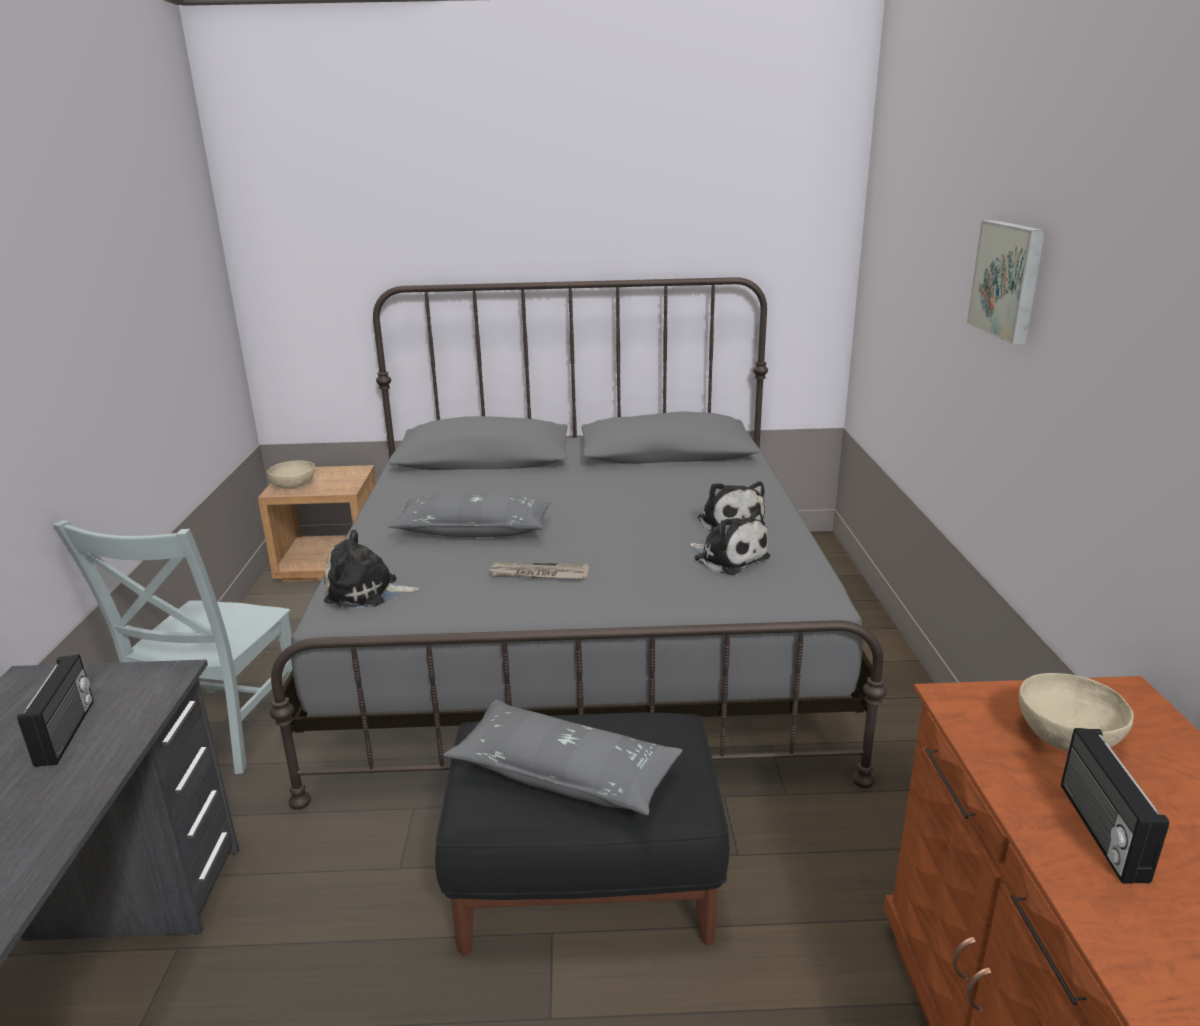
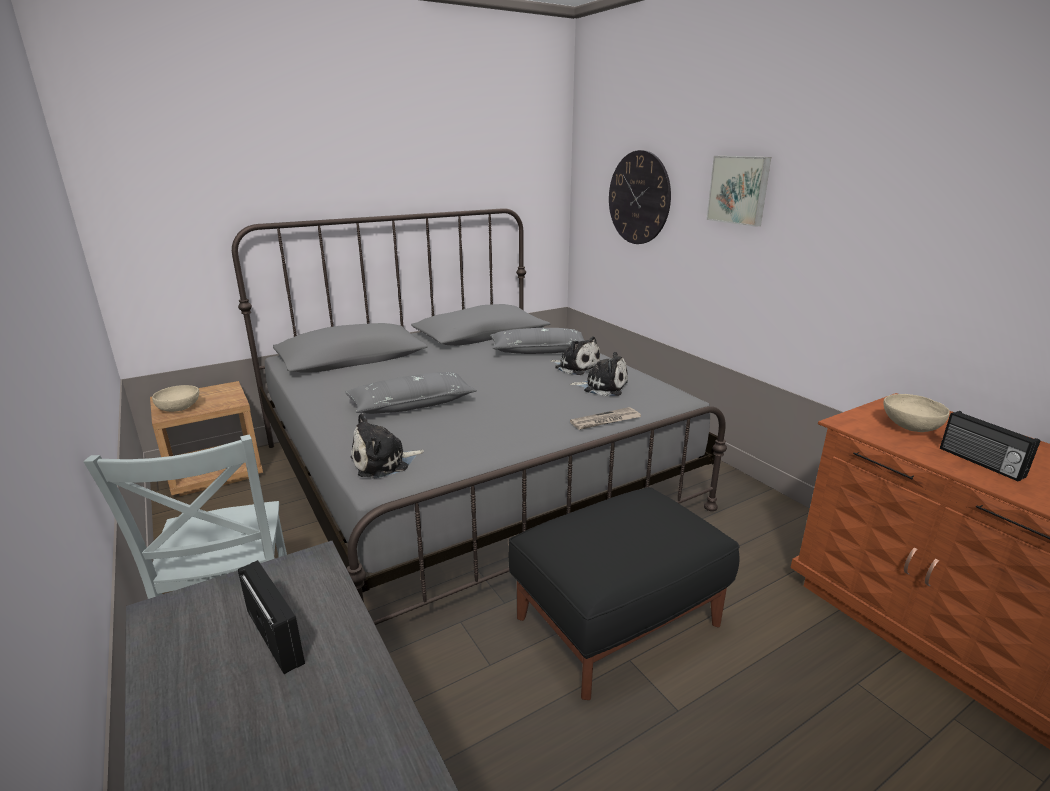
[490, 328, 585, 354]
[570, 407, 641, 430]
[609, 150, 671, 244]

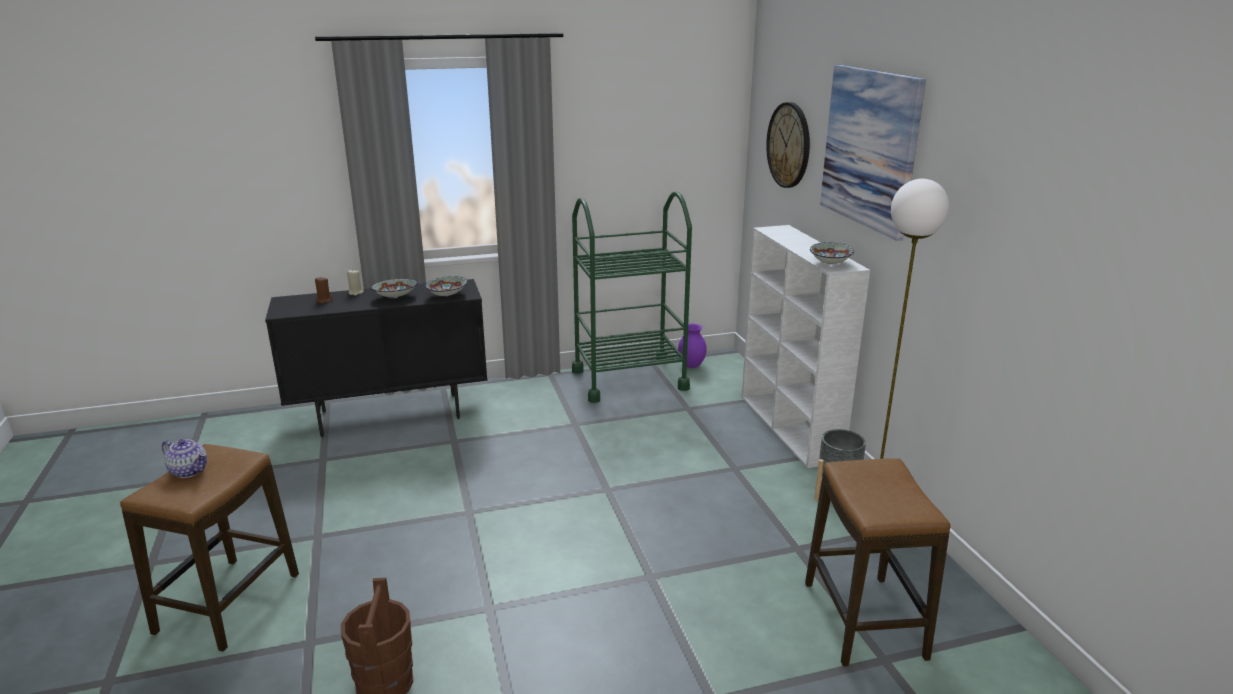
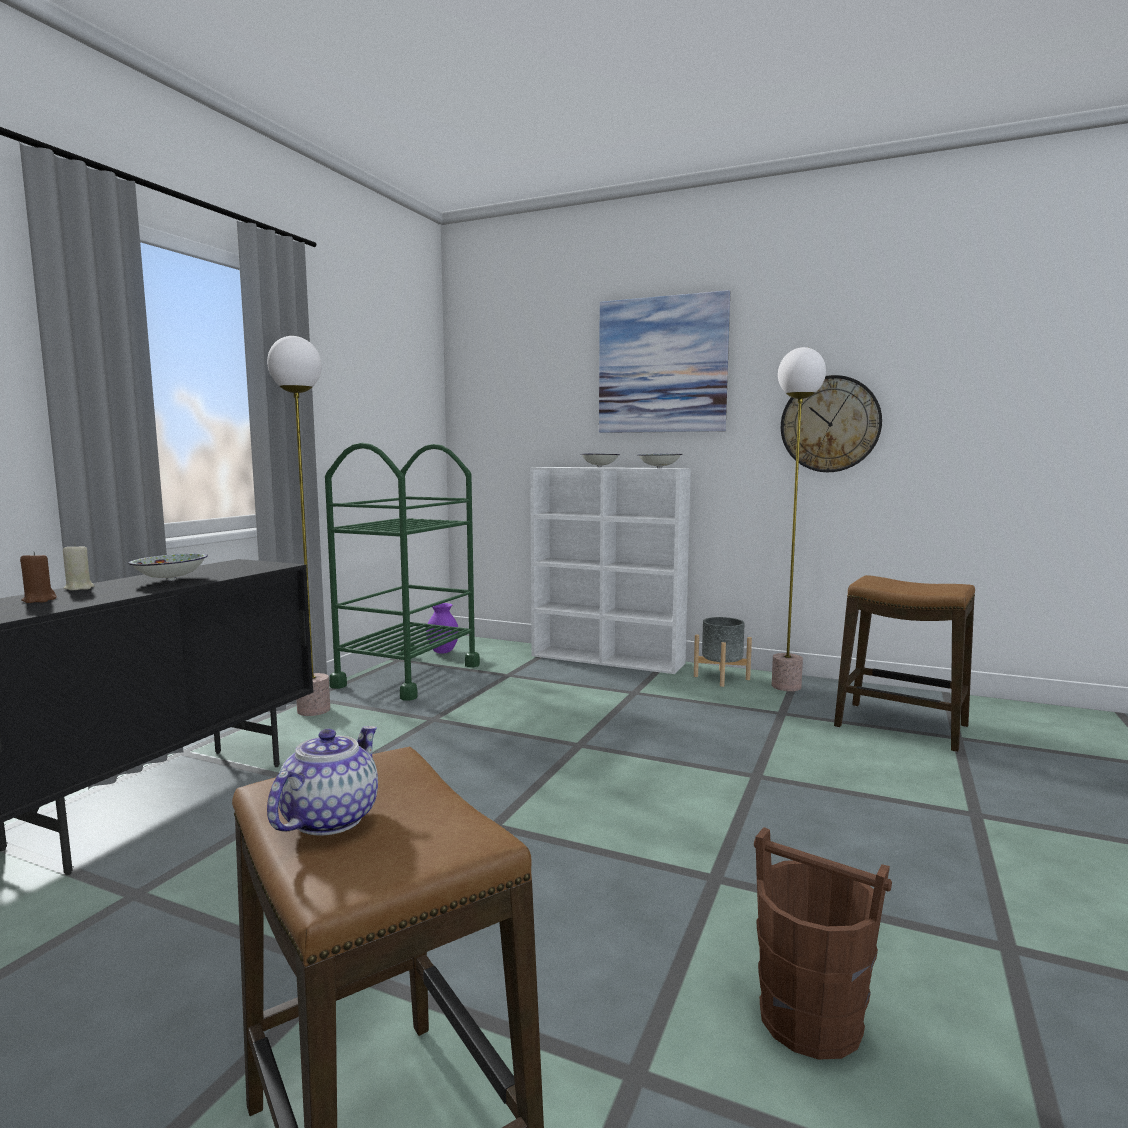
[267, 336, 330, 716]
[267, 726, 378, 835]
[581, 453, 620, 467]
[781, 375, 882, 472]

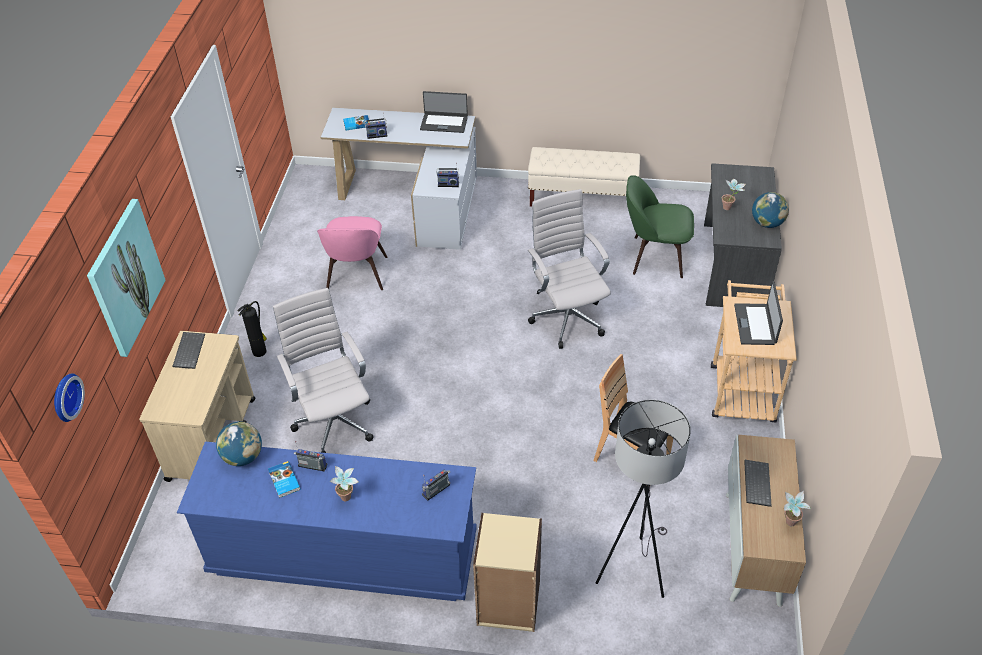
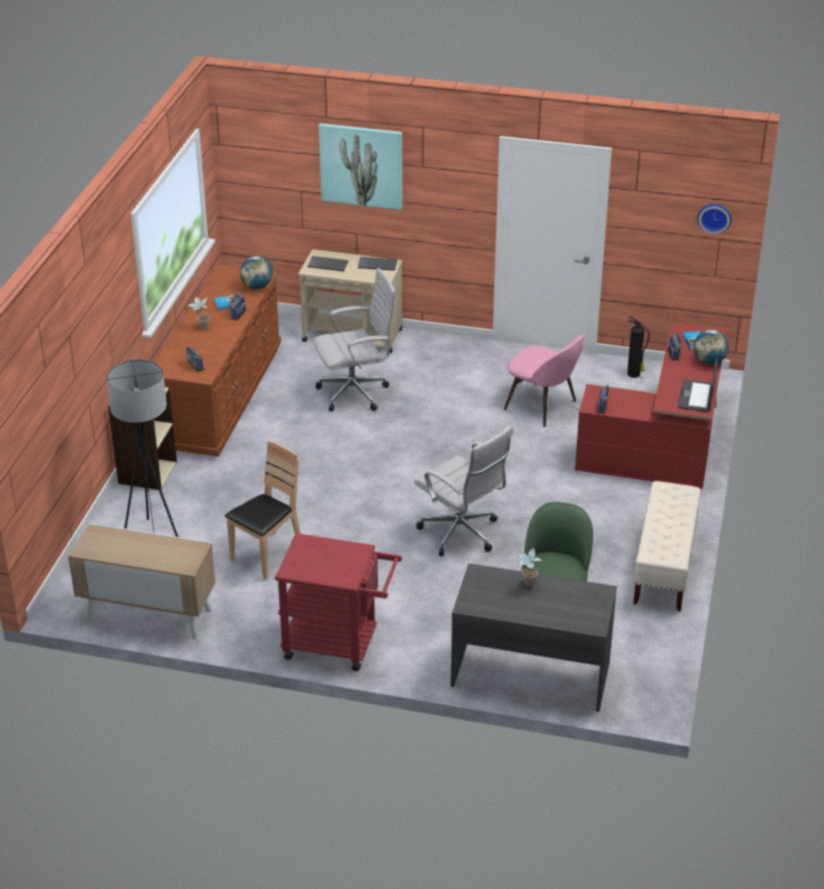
[154, 265, 281, 457]
[275, 533, 402, 671]
[308, 256, 348, 272]
[414, 425, 513, 556]
[504, 334, 585, 427]
[575, 322, 727, 489]
[627, 316, 650, 378]
[693, 329, 729, 365]
[697, 204, 732, 234]
[734, 281, 783, 345] (first image)
[784, 491, 811, 526] (first image)

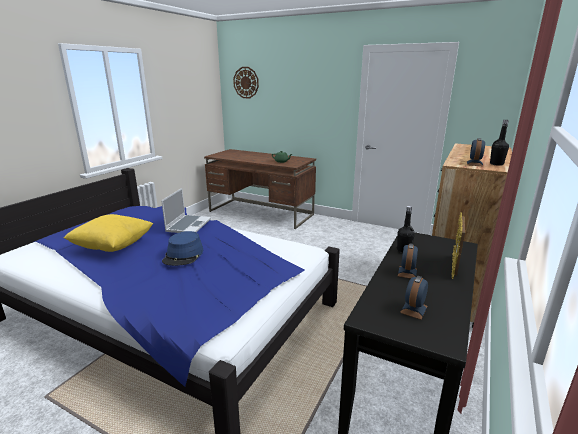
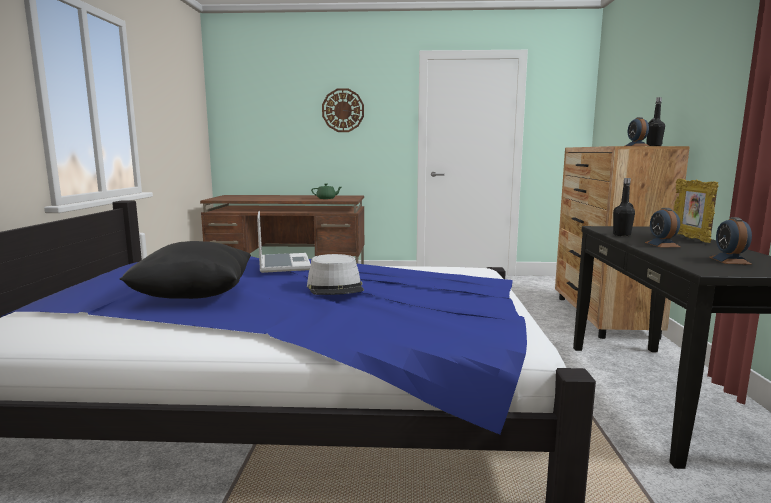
[119, 241, 251, 299]
[307, 254, 364, 295]
[322, 88, 364, 132]

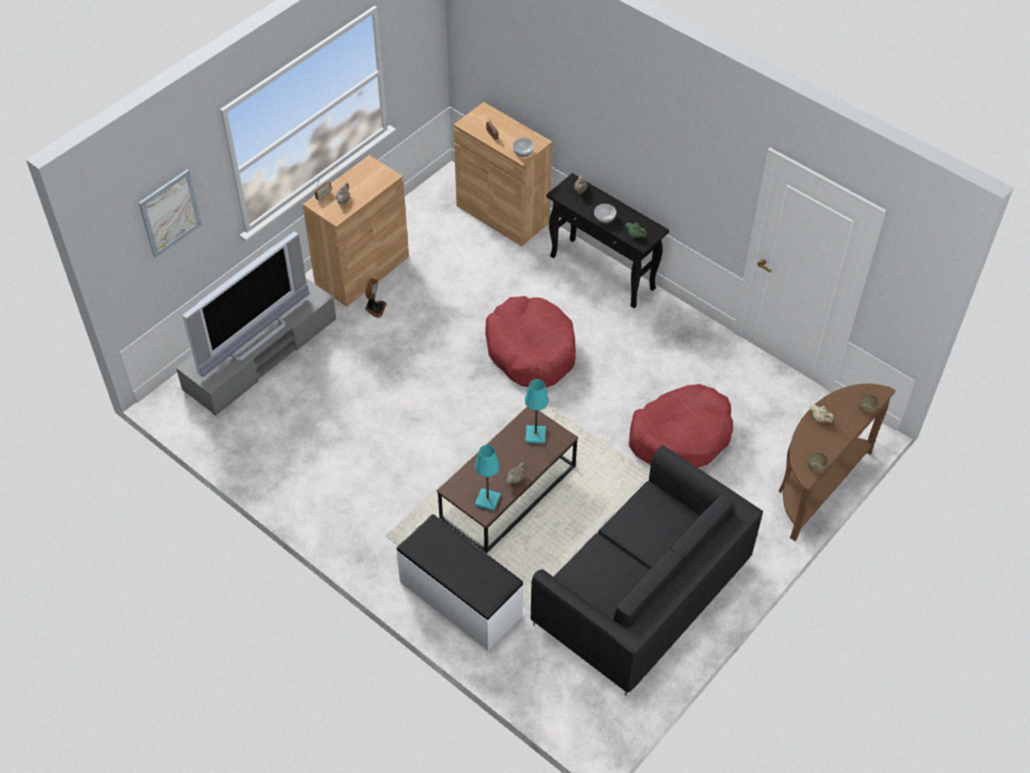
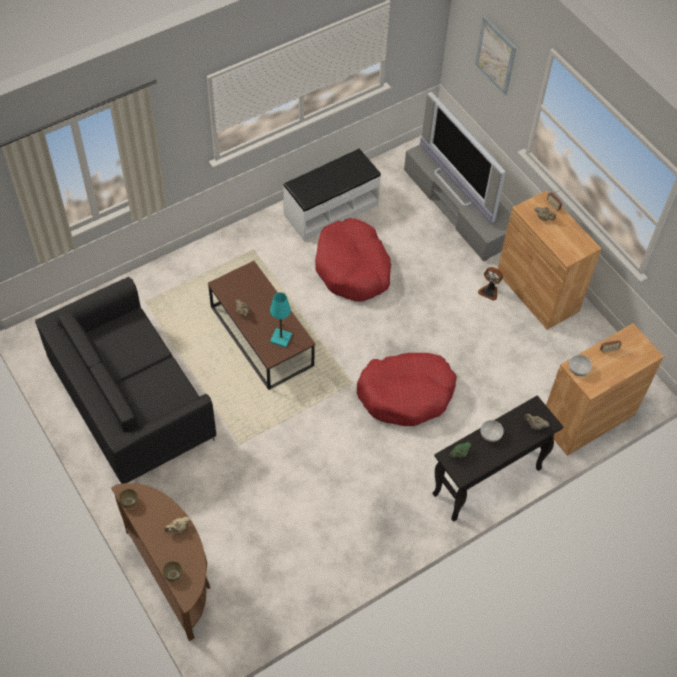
[283, 149, 381, 241]
[315, 218, 391, 302]
[475, 445, 501, 511] (first image)

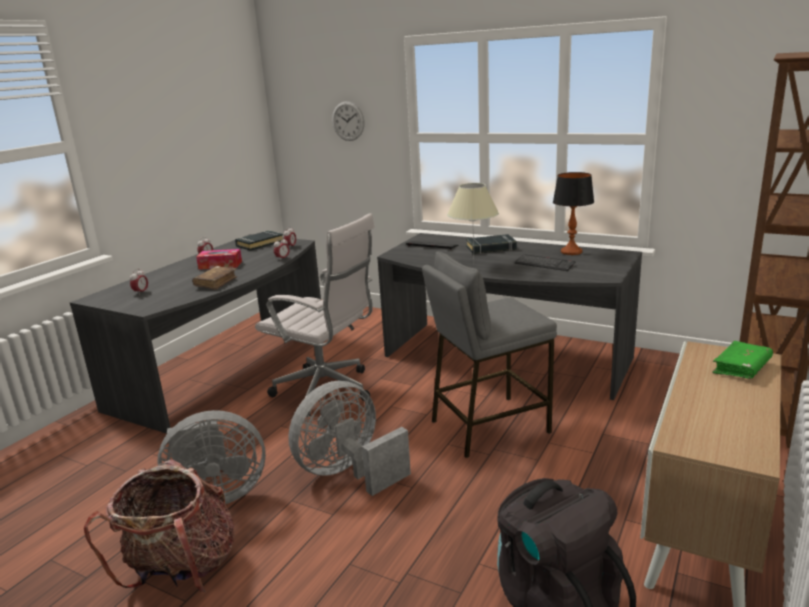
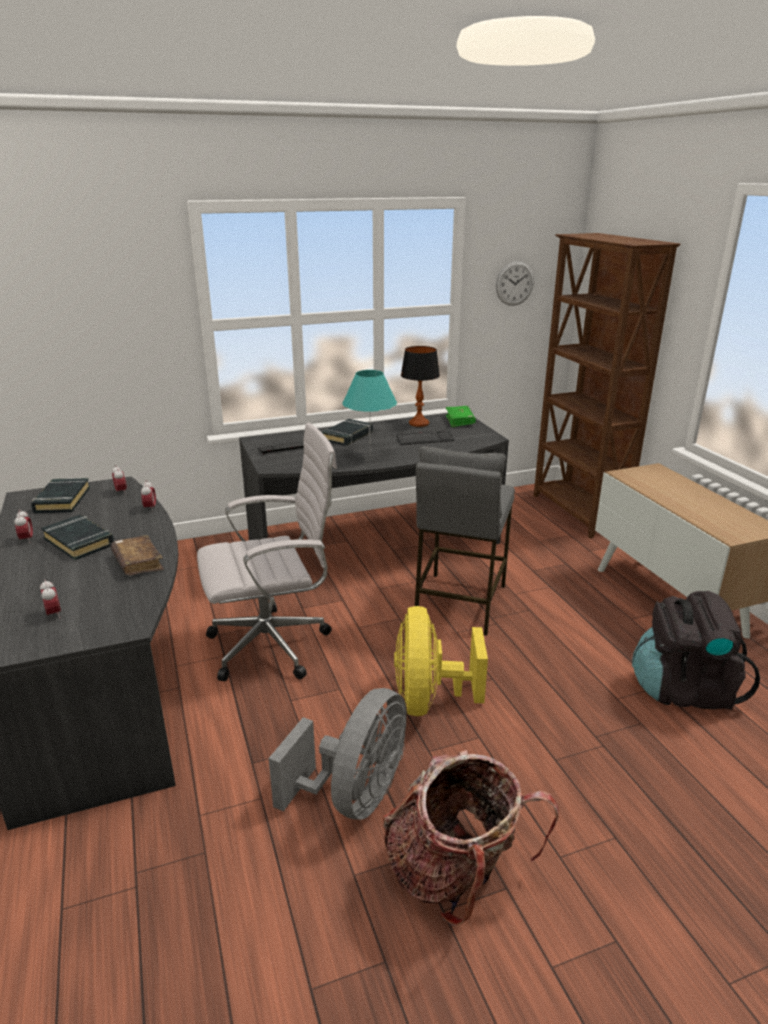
[41, 515, 114, 560]
[342, 370, 397, 456]
[394, 606, 488, 716]
[446, 406, 476, 427]
[496, 261, 534, 306]

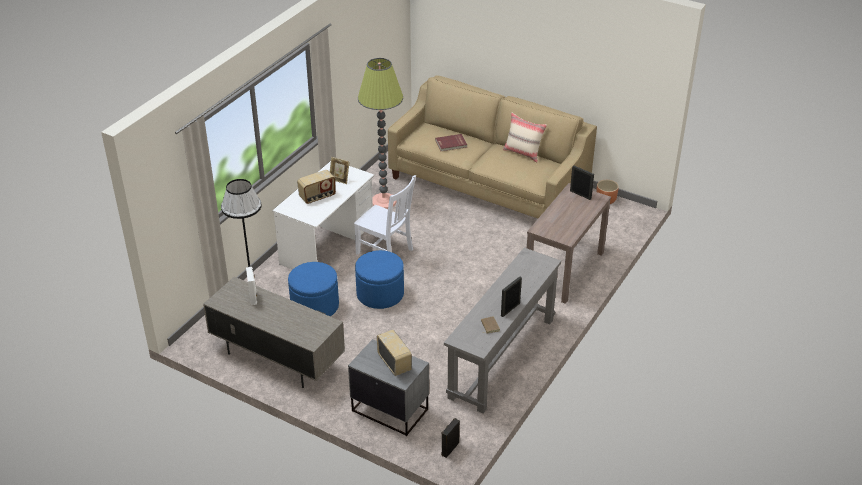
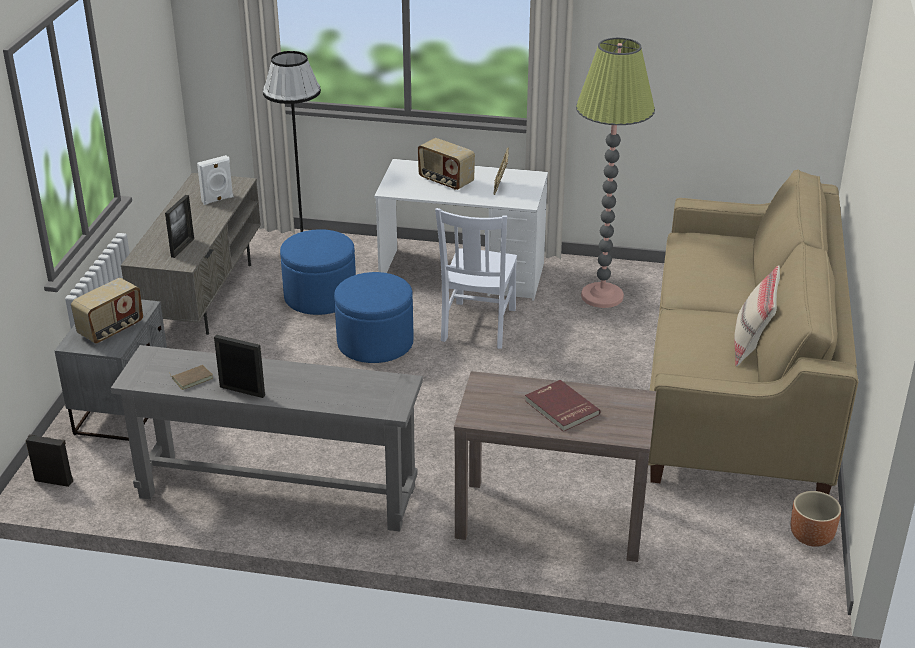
[165, 195, 194, 258]
[525, 380, 601, 432]

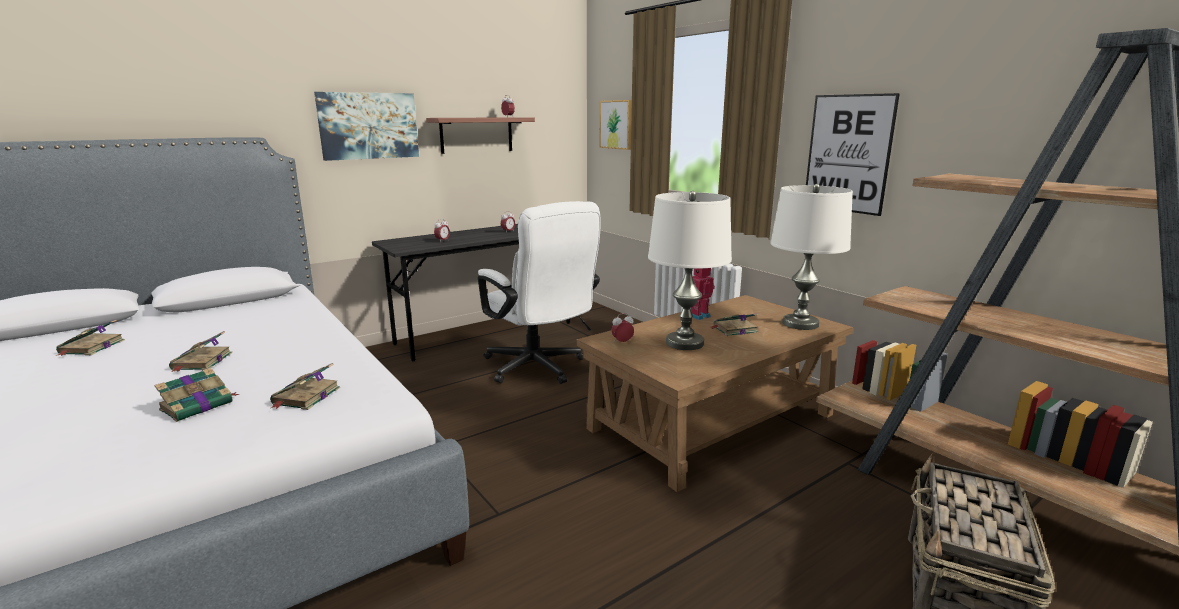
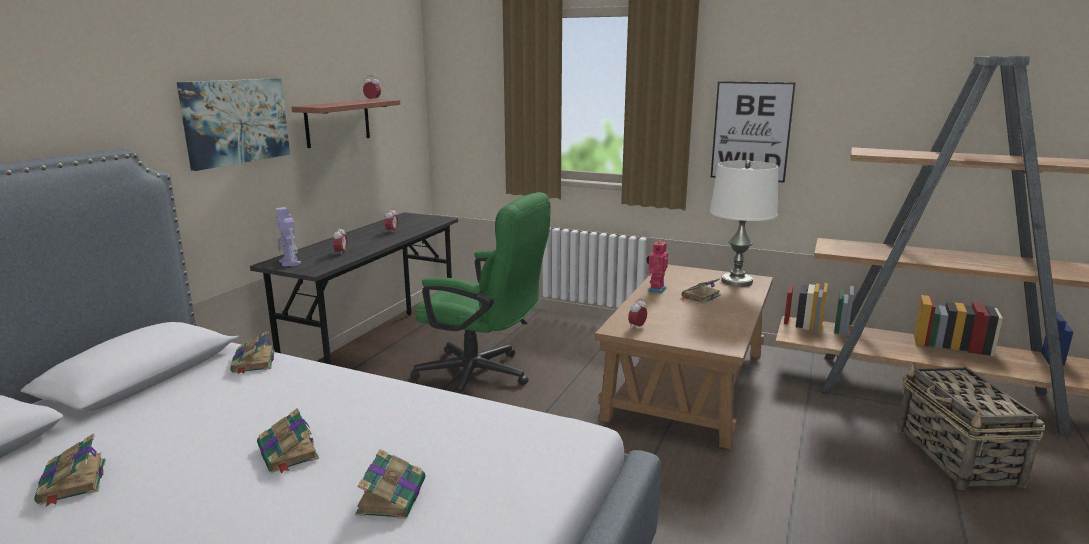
[230, 331, 275, 374]
[276, 207, 301, 266]
[411, 192, 551, 395]
[600, 100, 632, 150] (first image)
[648, 191, 732, 350] (first image)

